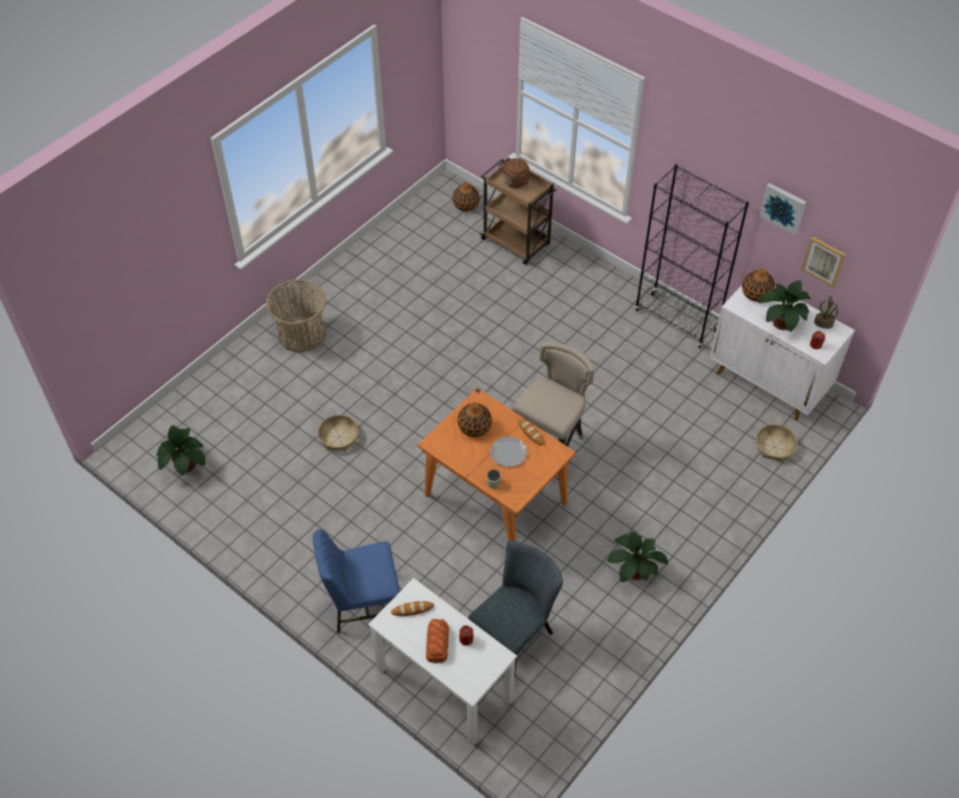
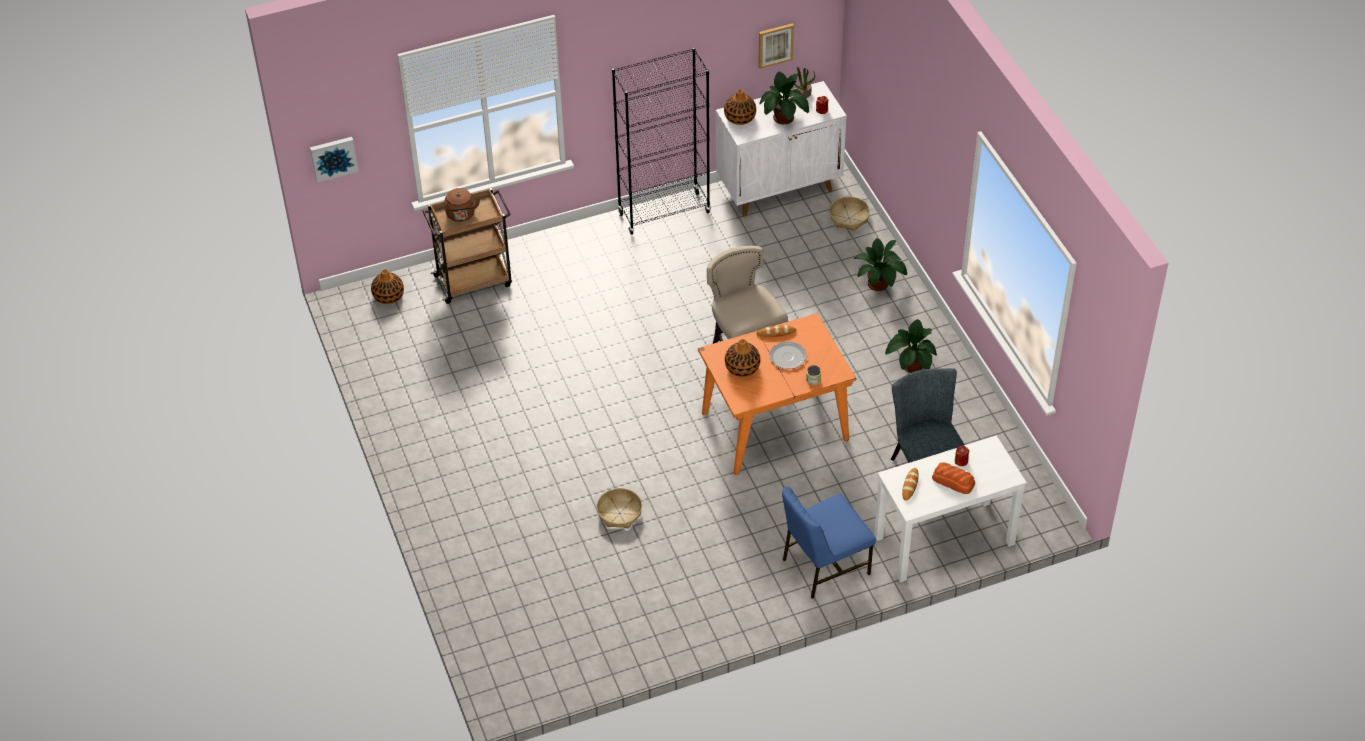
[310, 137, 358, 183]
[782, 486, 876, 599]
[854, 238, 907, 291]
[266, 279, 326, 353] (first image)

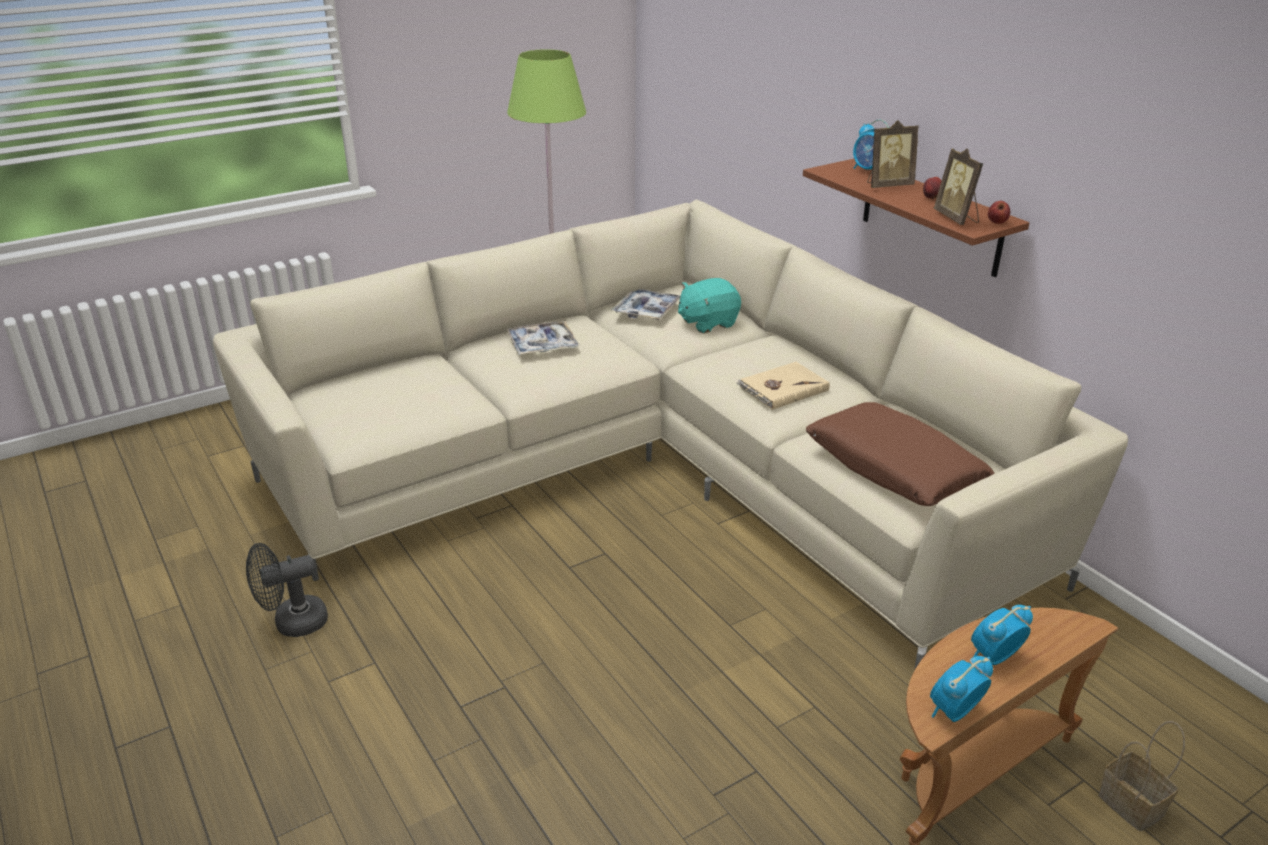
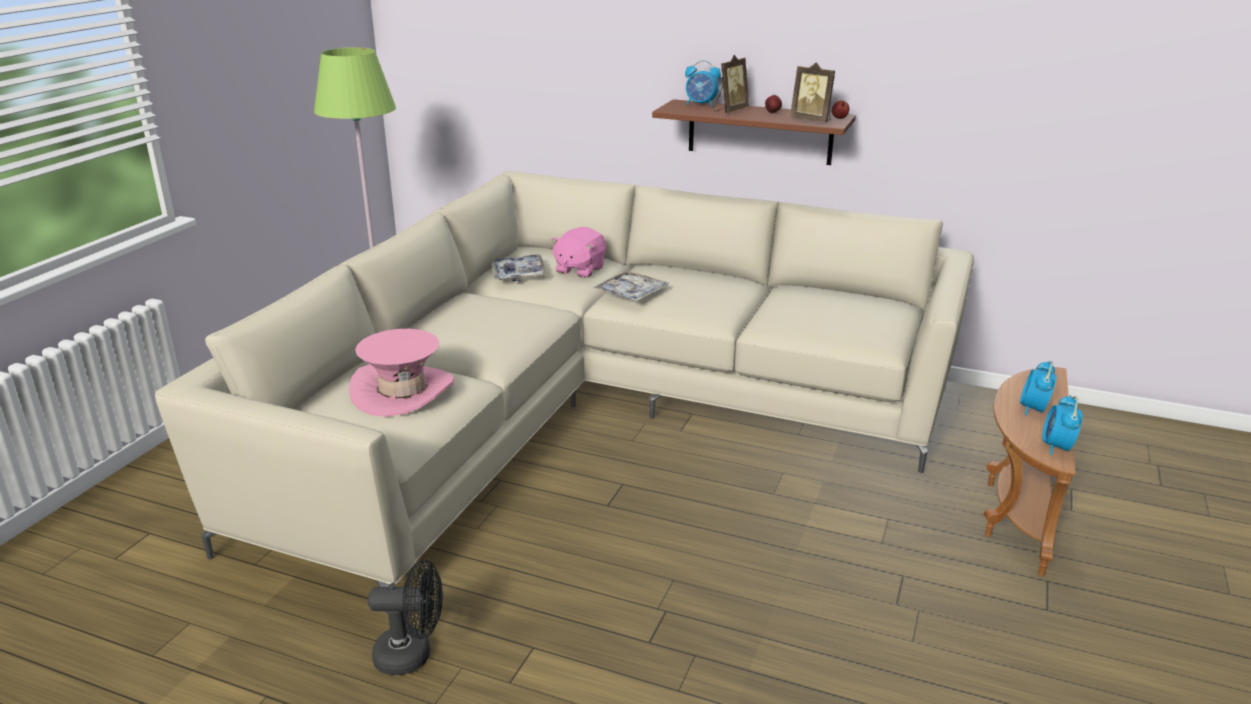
[349, 329, 454, 417]
[368, 560, 443, 675]
[551, 227, 606, 278]
[594, 271, 669, 301]
[737, 362, 830, 410] (first image)
[806, 402, 994, 506] (first image)
[1098, 721, 1185, 831] (first image)

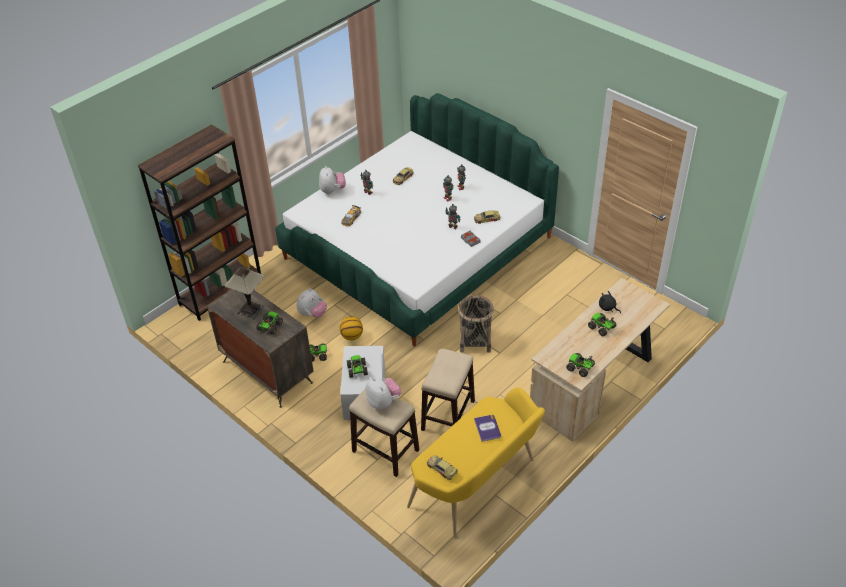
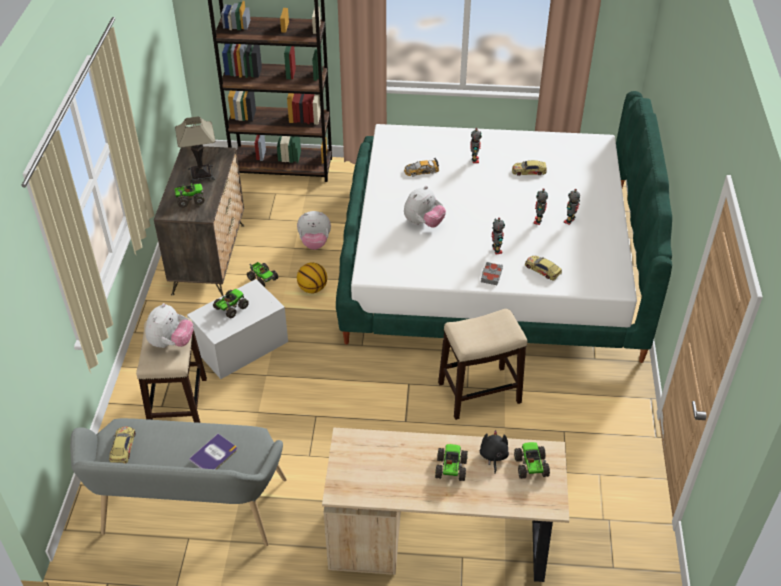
[70, 418, 287, 546]
[404, 186, 446, 228]
[438, 309, 528, 420]
[514, 442, 550, 479]
[458, 295, 494, 353] (first image)

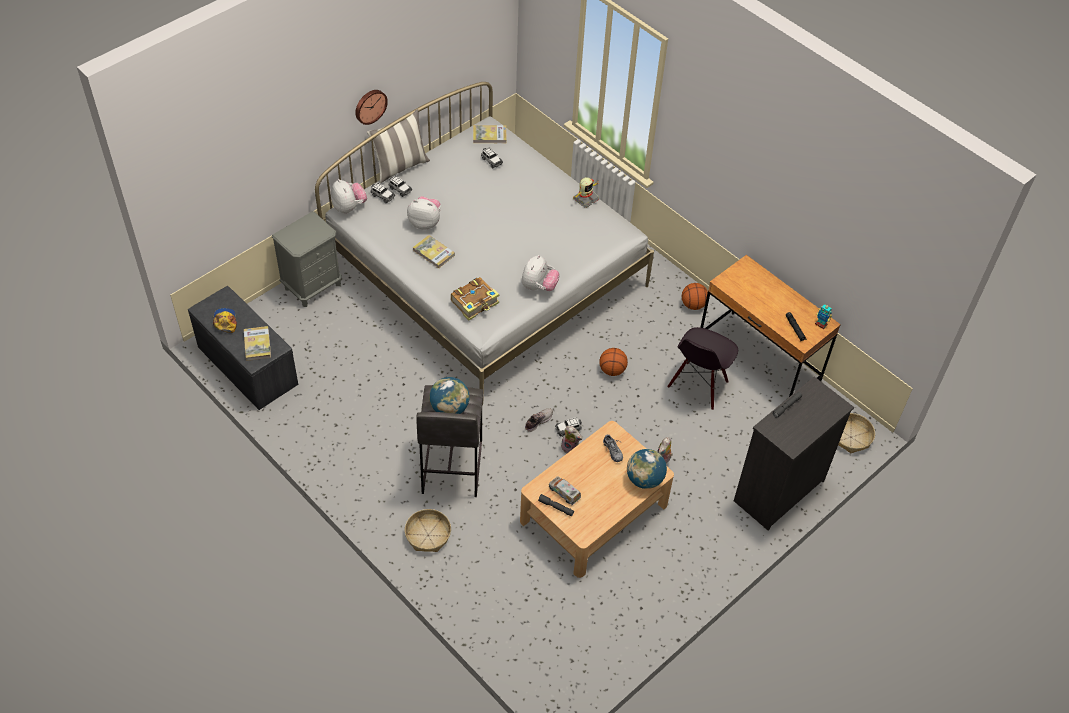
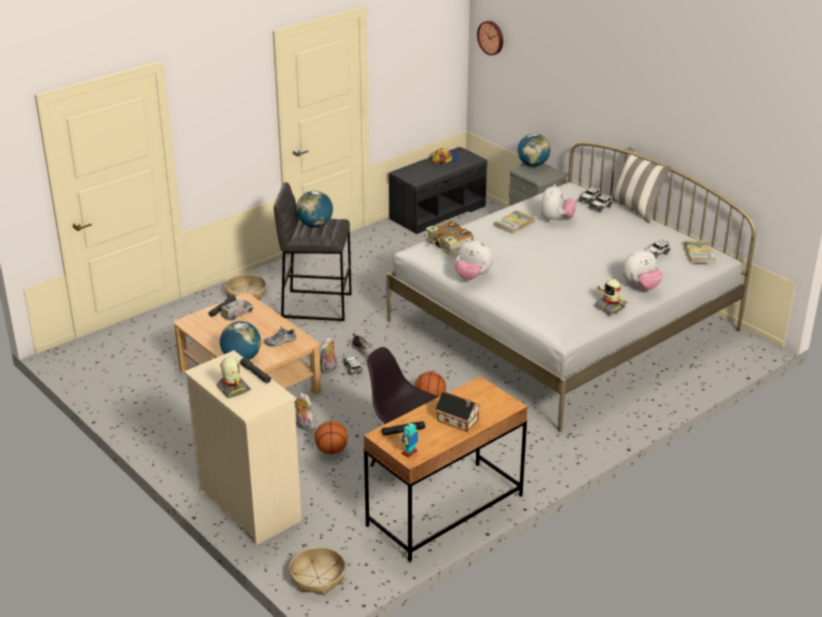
[184, 350, 302, 545]
[216, 357, 251, 398]
[315, 421, 348, 454]
[435, 392, 481, 432]
[477, 21, 503, 55]
[517, 133, 551, 167]
[622, 248, 663, 290]
[244, 326, 271, 361] (first image)

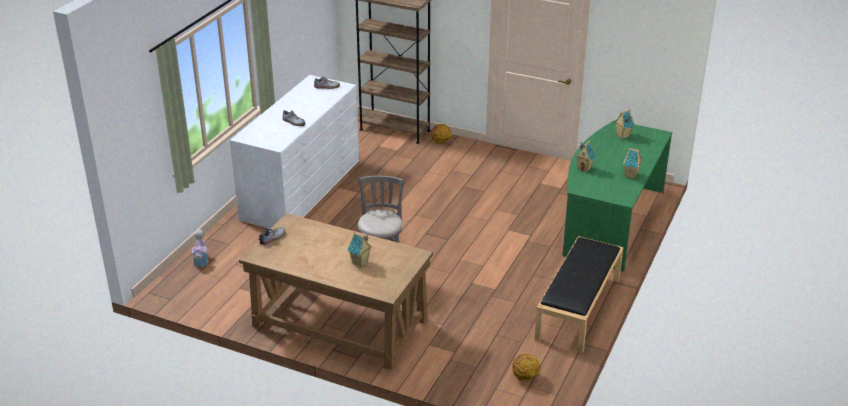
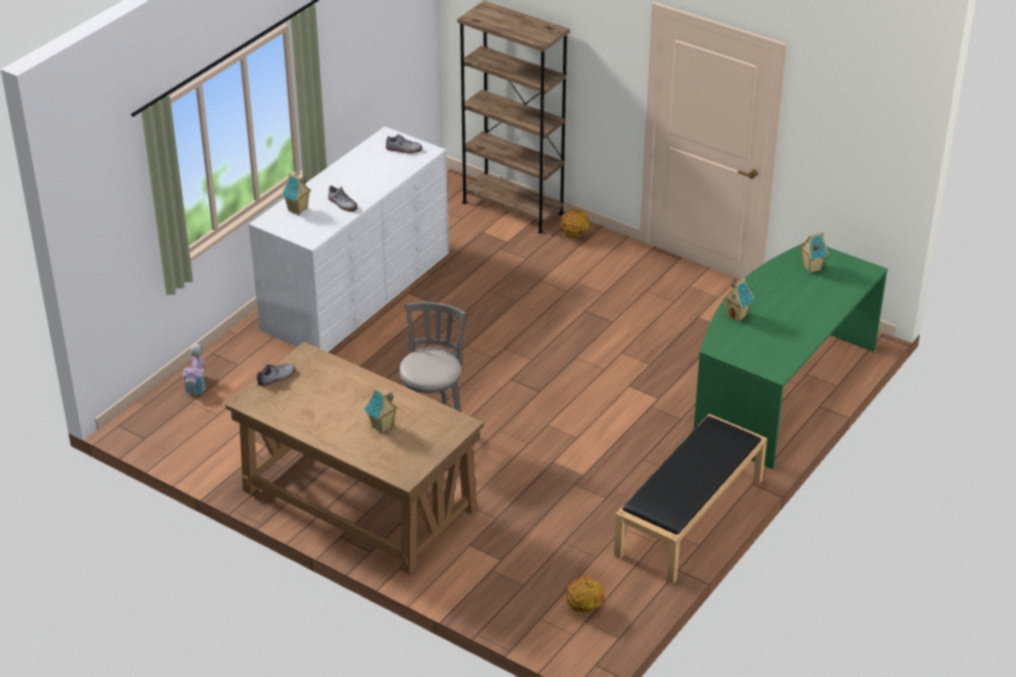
[282, 173, 312, 215]

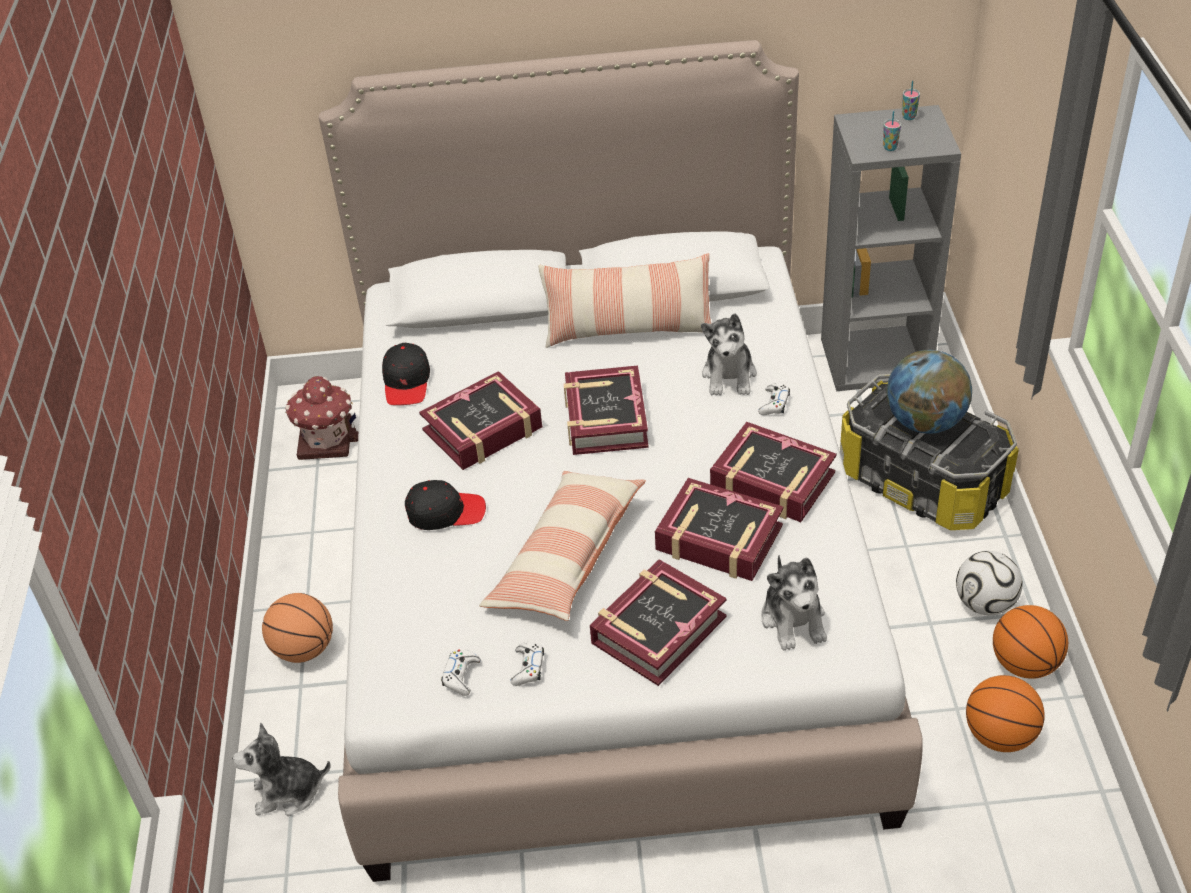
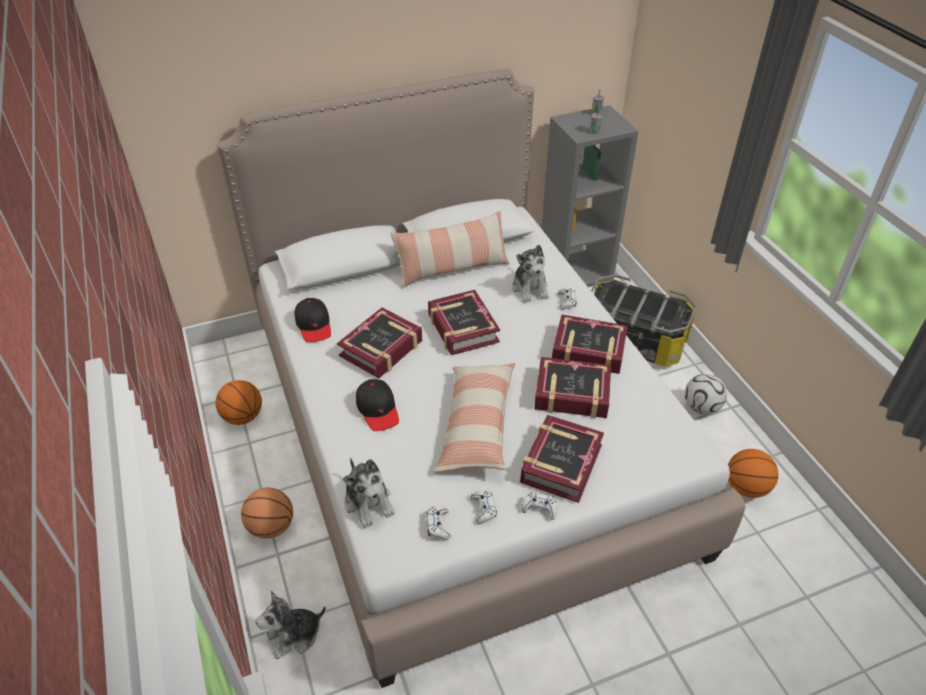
[216, 380, 262, 425]
[343, 457, 395, 528]
[356, 379, 399, 431]
[521, 492, 558, 520]
[285, 376, 358, 460] (first image)
[887, 350, 972, 434] (first image)

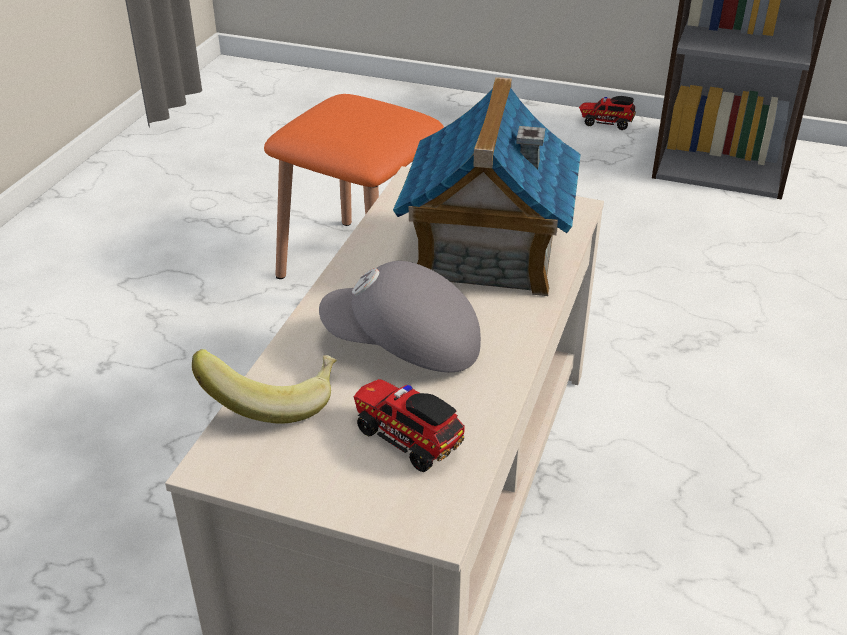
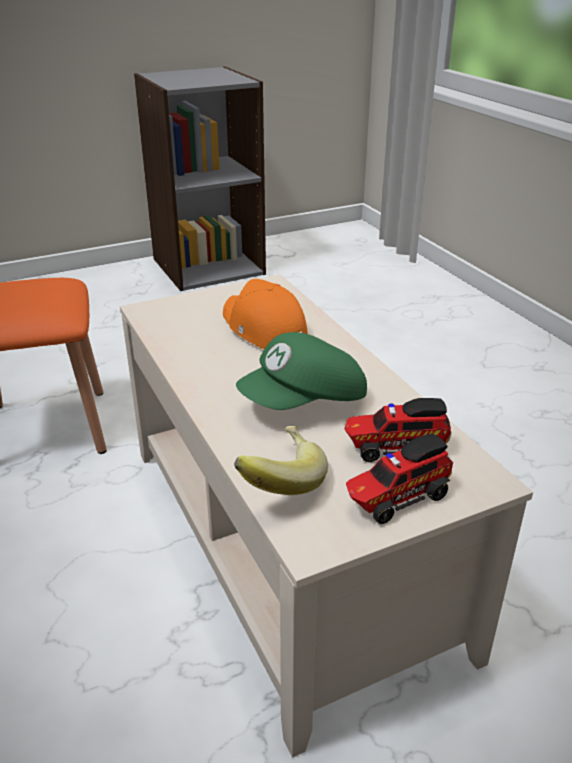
[223, 279, 308, 349]
[236, 332, 367, 410]
[346, 433, 453, 524]

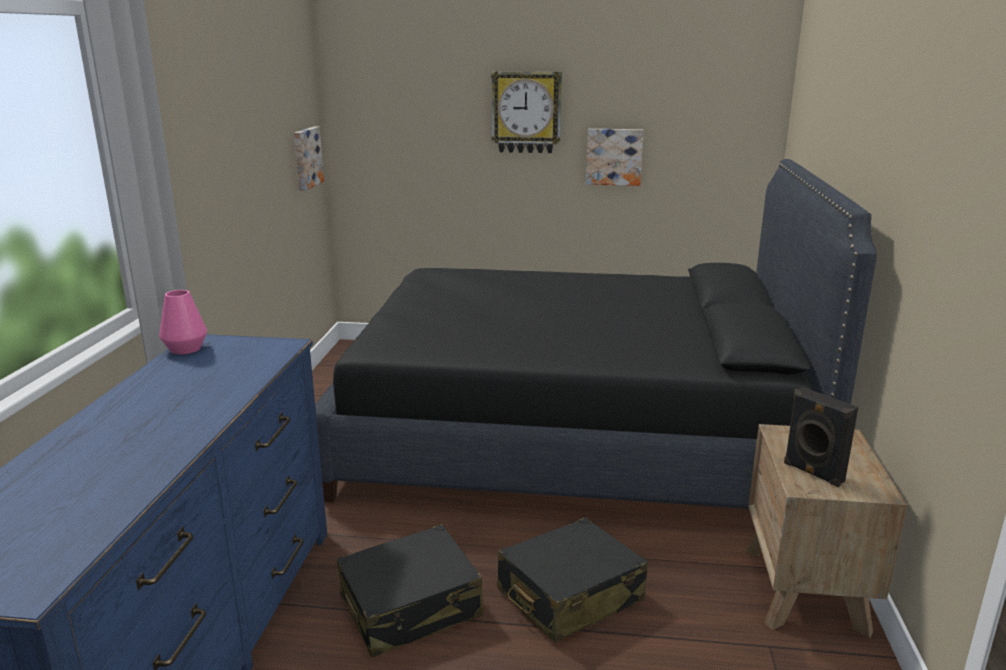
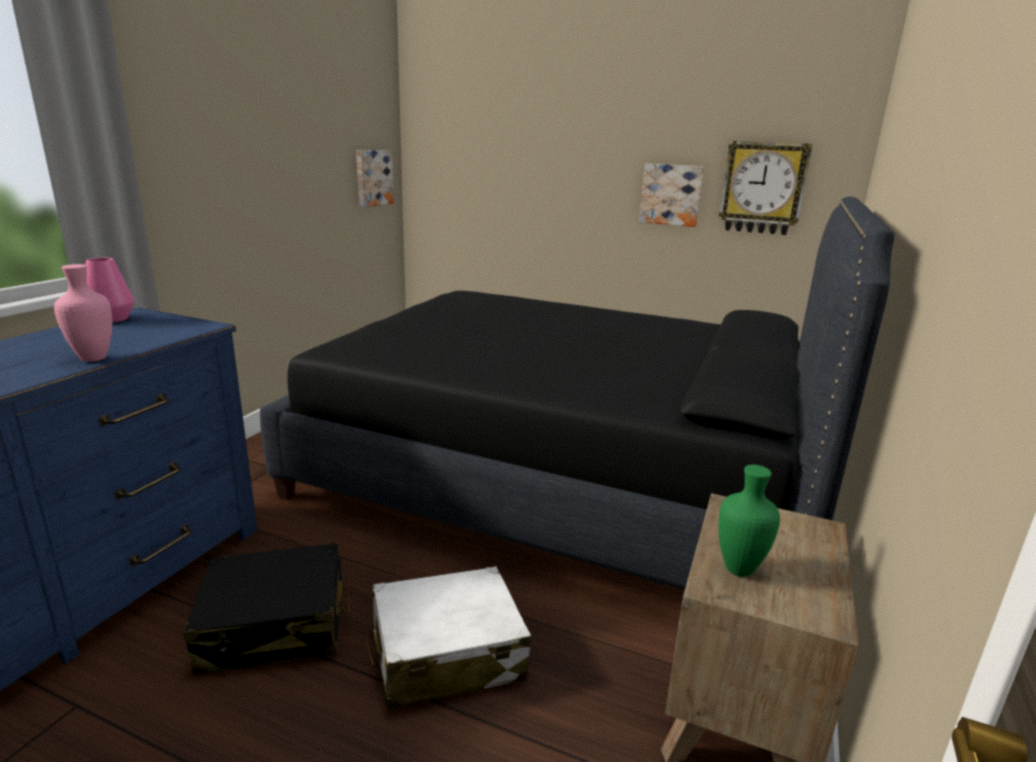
[54, 264, 112, 362]
[366, 566, 531, 710]
[718, 464, 780, 577]
[719, 141, 813, 235]

